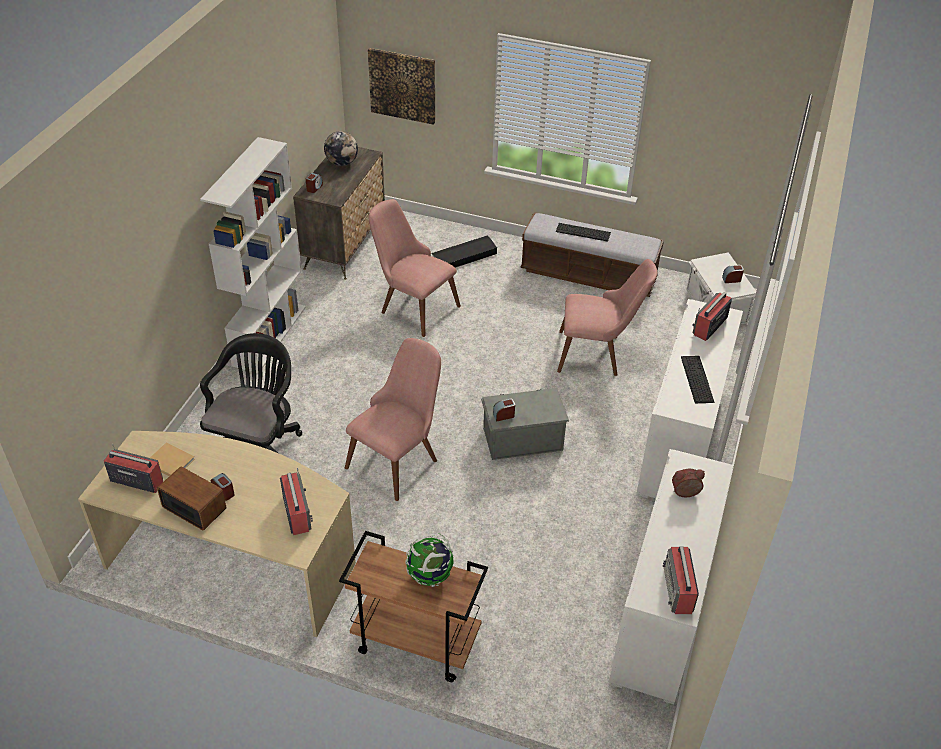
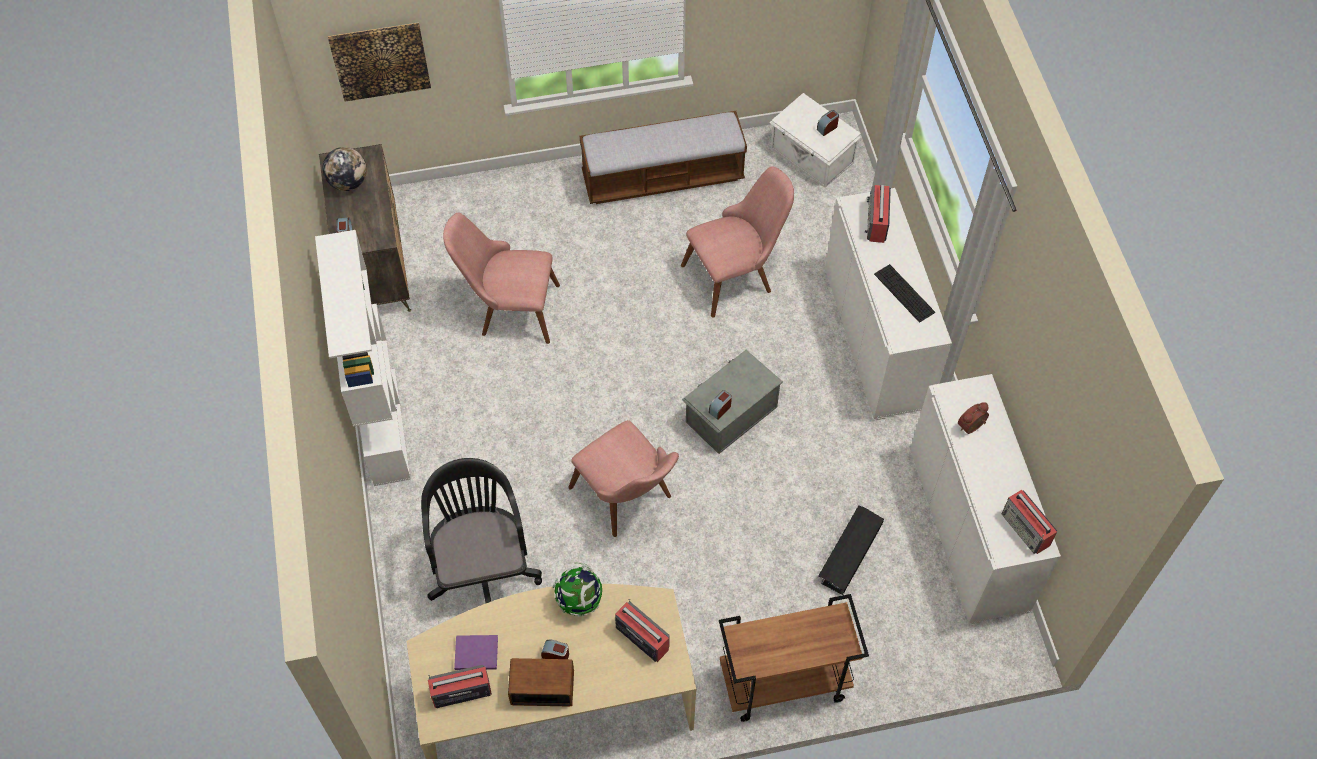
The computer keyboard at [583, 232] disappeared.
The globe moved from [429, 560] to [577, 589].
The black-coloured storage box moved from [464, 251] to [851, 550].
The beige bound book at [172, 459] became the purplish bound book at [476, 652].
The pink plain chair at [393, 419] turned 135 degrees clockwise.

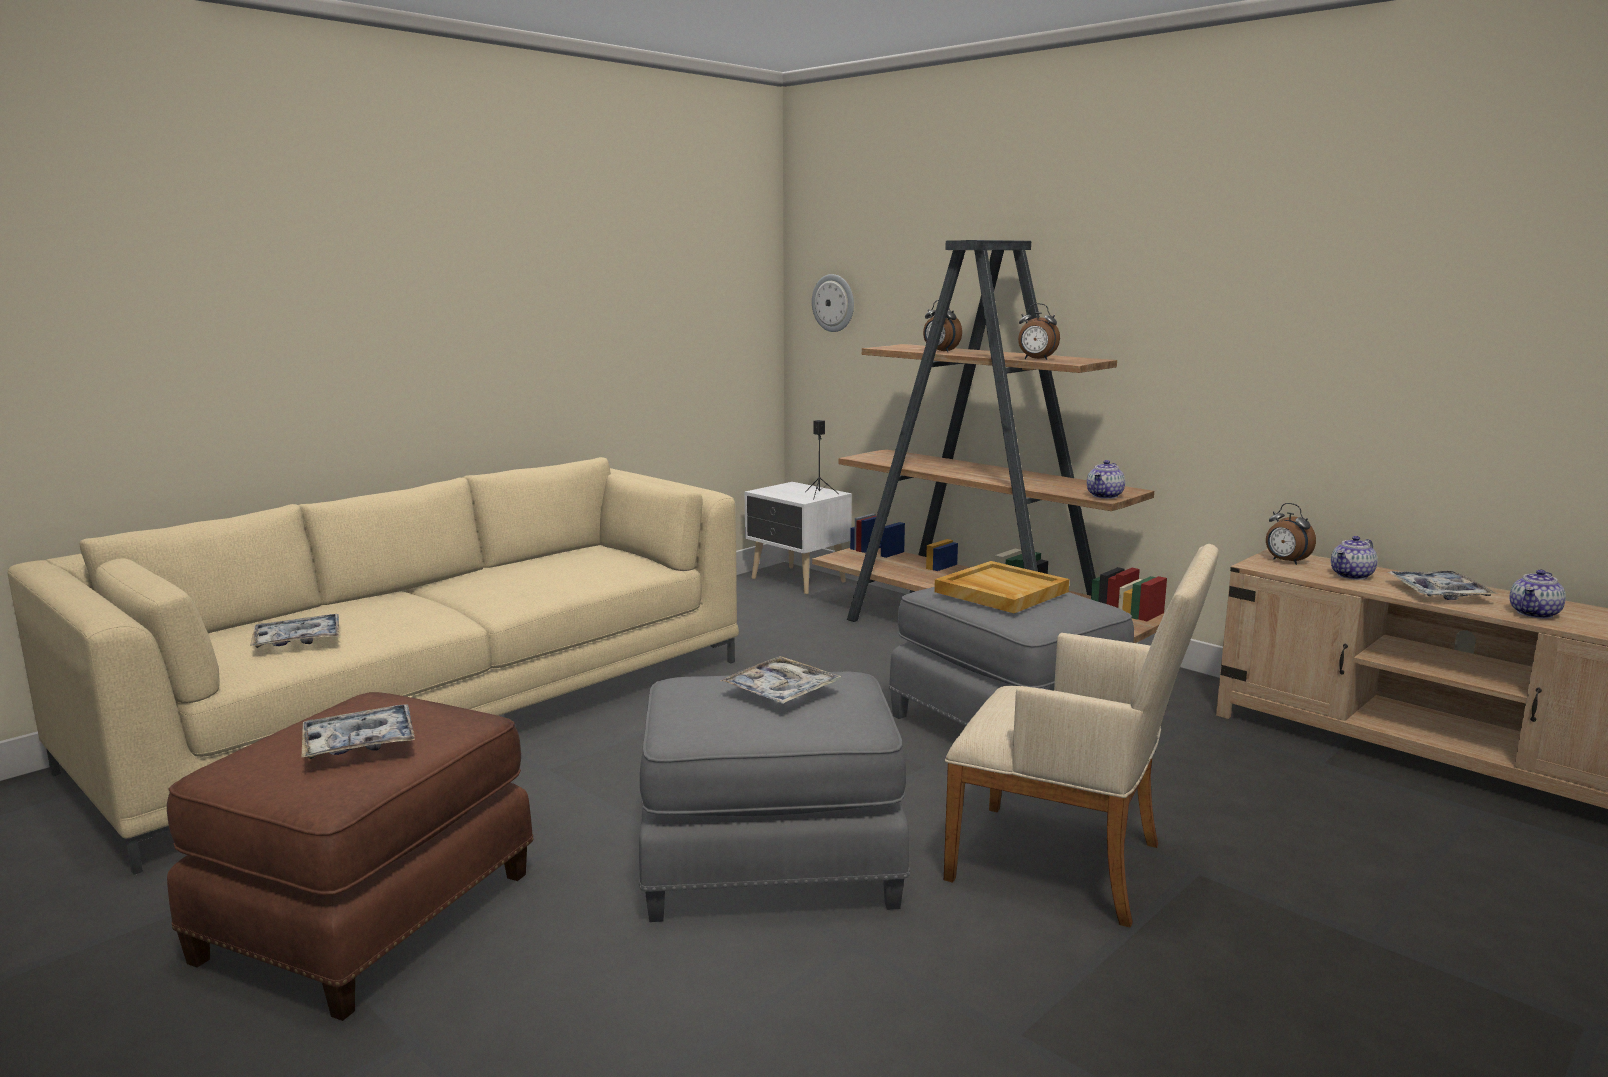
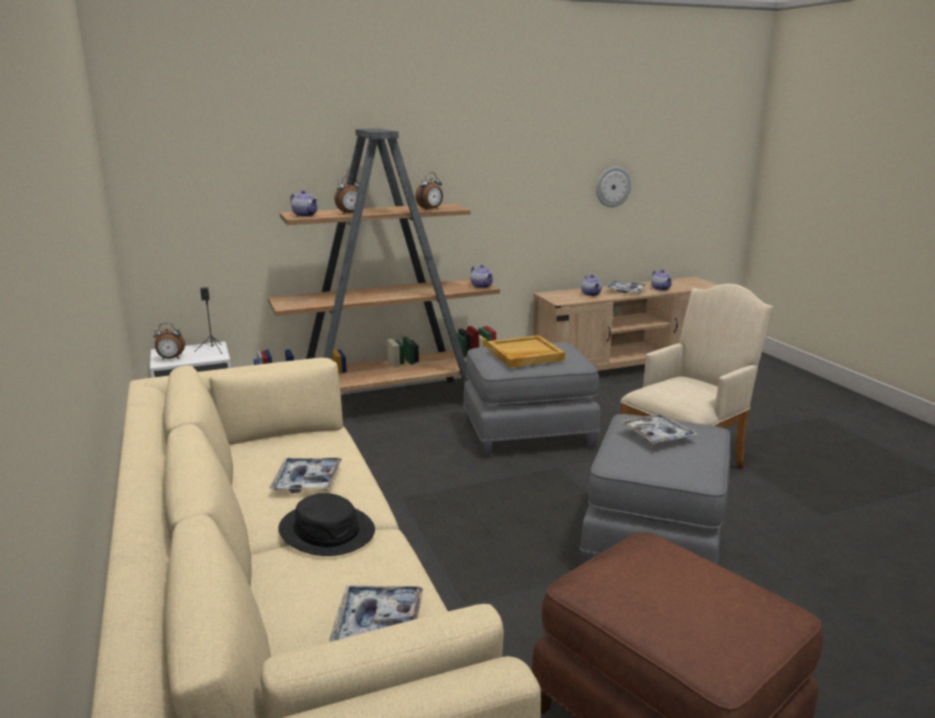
The black-coloured wearable hat at [326, 524] appeared.
The pot for tea at [304, 203] appeared.
The carrying tray moved from [358, 731] to [306, 475].
The clock on the wall moved from [833, 303] to [613, 186].
The alarm clock moved from [1291, 534] to [169, 341].

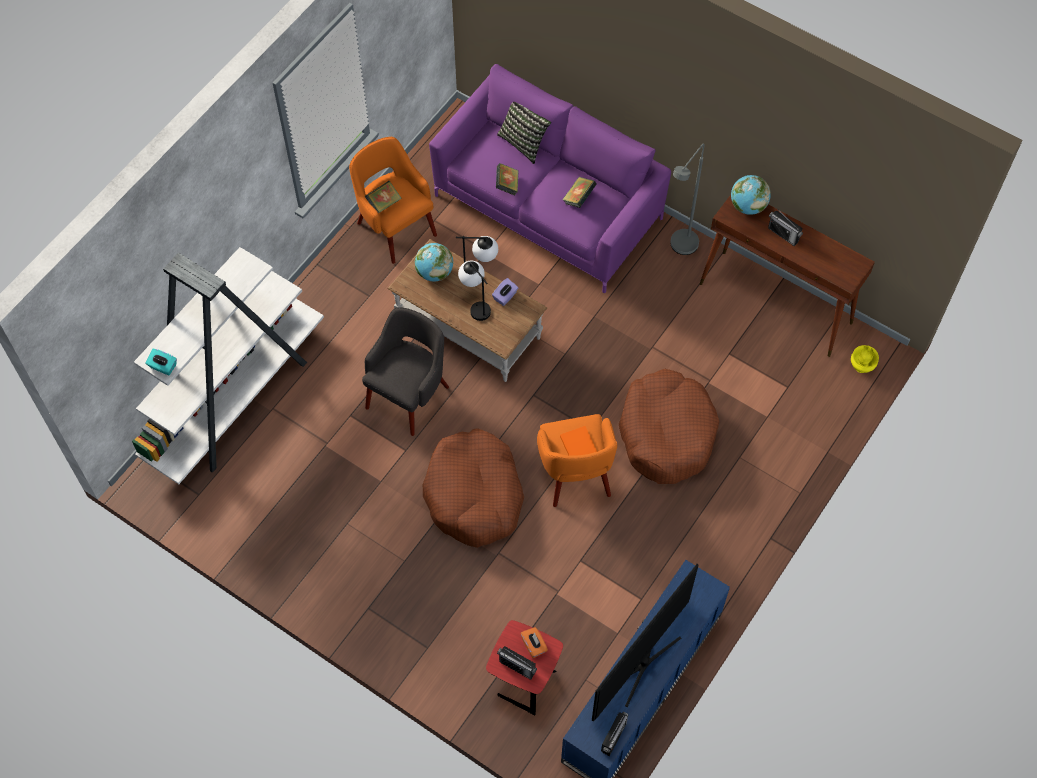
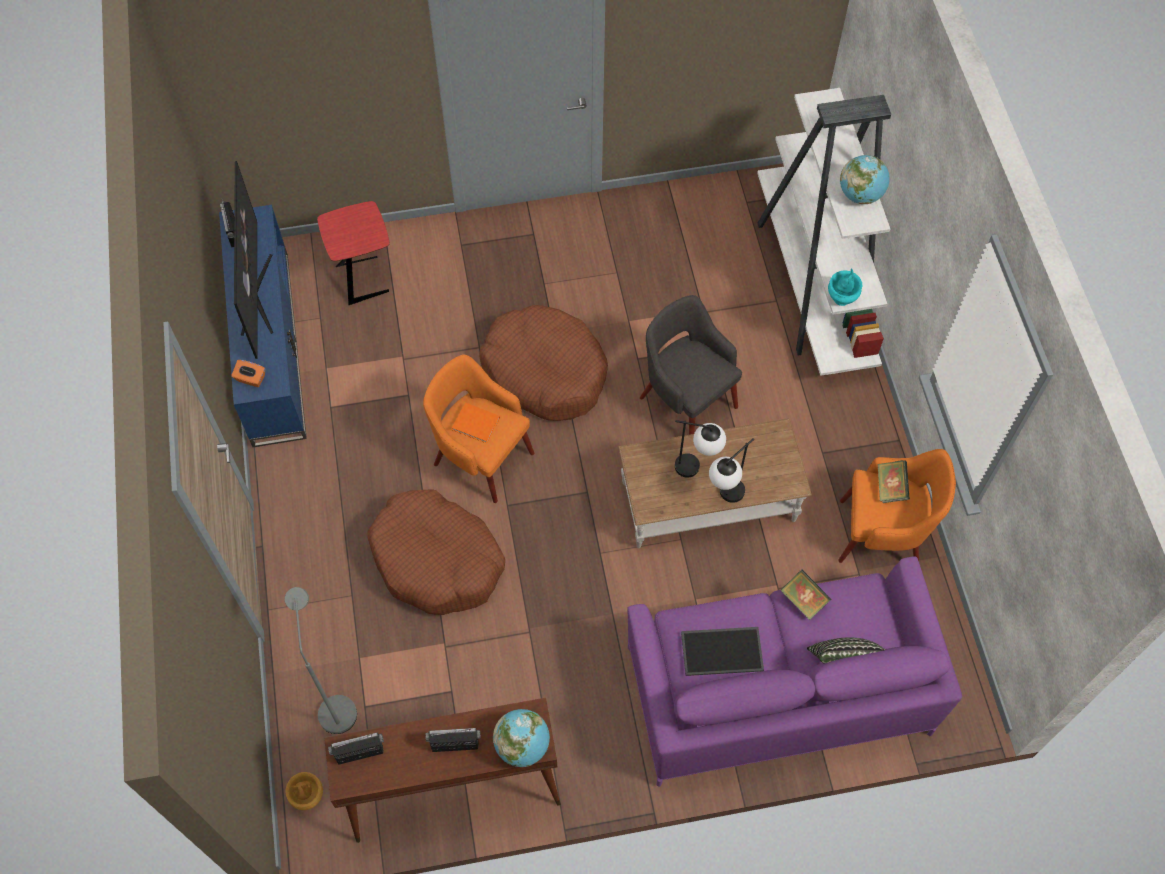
The turquoise-coloured tissue box at [161, 362] disappeared.
The purplish tissue box at [505, 292] disappeared.
The turquoise-coloured decorative vase at [845, 287] appeared.
The globe moved from [434, 262] to [865, 179].
The radio receiver moved from [517, 663] to [356, 748].
The orange tissue box moved from [534, 642] to [248, 373].
The grey floor lamp moved from [687, 199] to [321, 660].
The bound book at [580, 192] was replaced by the carrying tray at [722, 651].
The yellow decorative vase at [865, 359] became the brown decorative vase at [304, 791].
The grey lounge chair at [405, 371] turned 150 degrees clockwise.

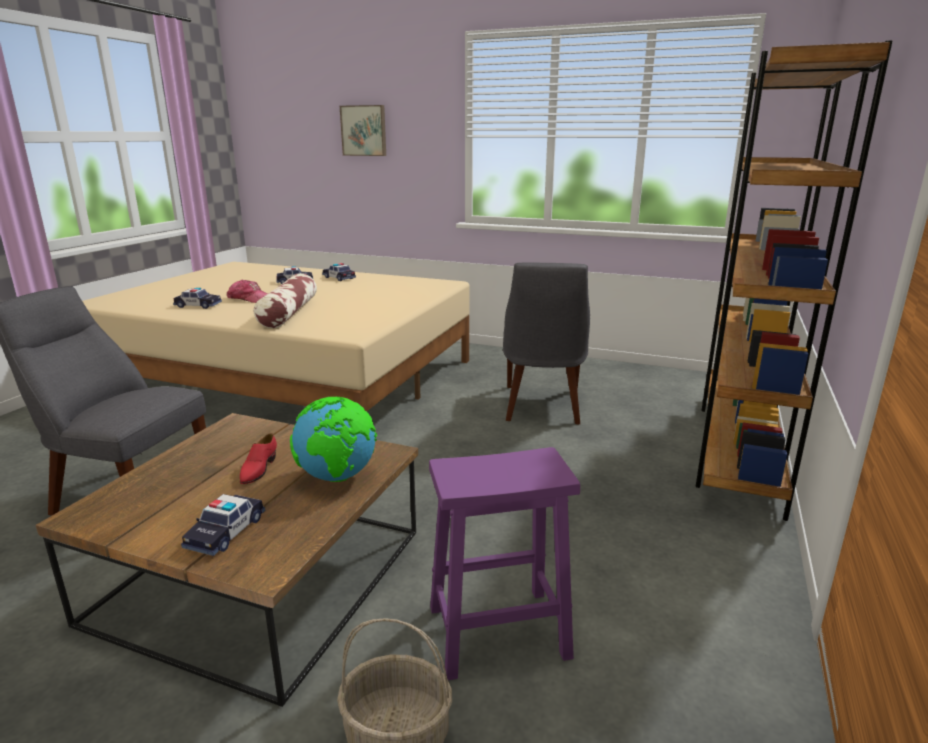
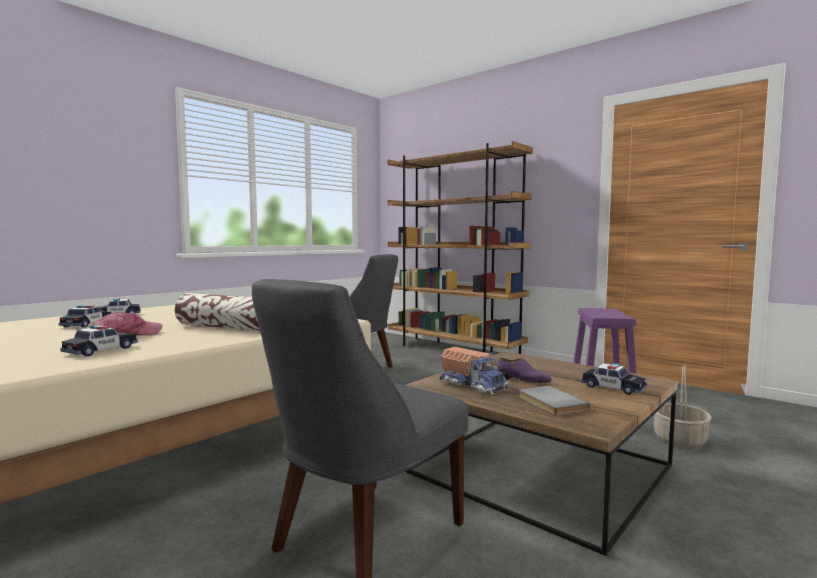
The globe at [333, 439] disappeared.
The wall picture at [363, 130] disappeared.
The toy lorry at [474, 370] appeared.
The grey bound book at [554, 400] appeared.
The red-coloured low shoe at [258, 458] became the purplish low shoe at [524, 370].

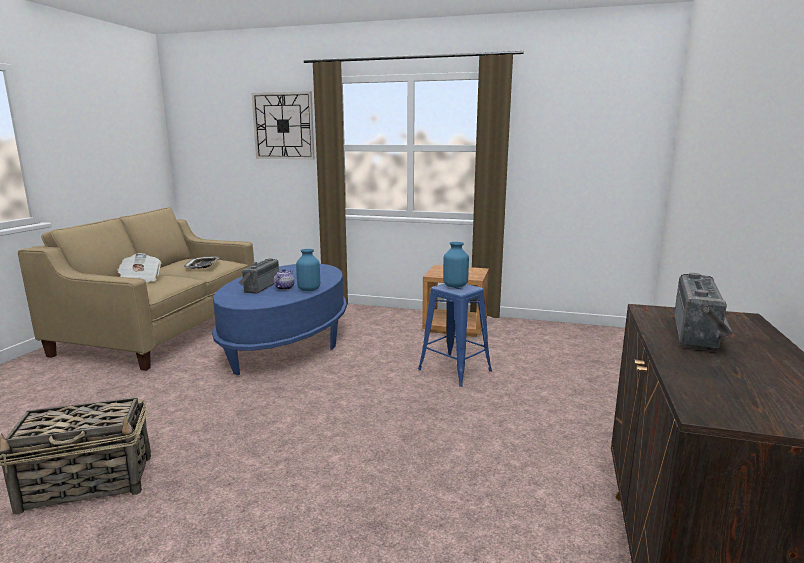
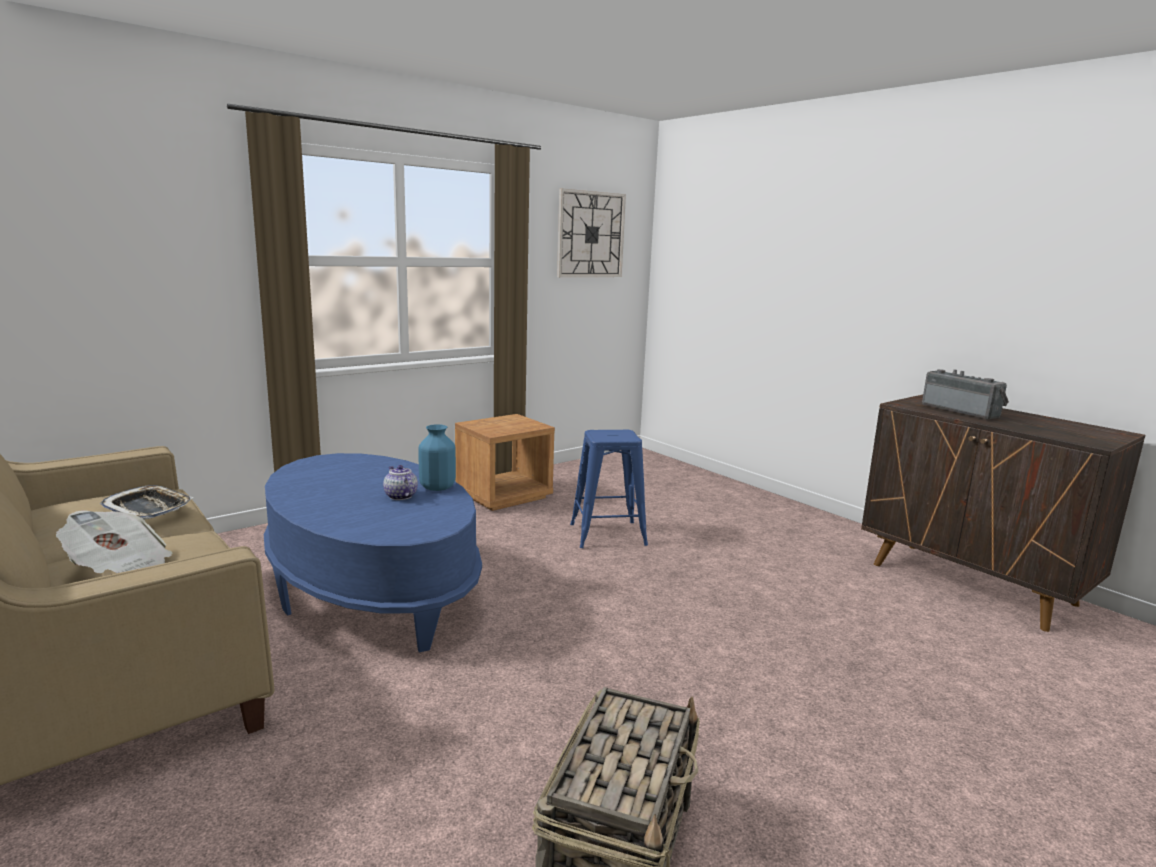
The radio receiver at [259, 276] disappeared.
The blue-coloured decorative vase at [456, 265] disappeared.
The clock on the wall moved from [283, 125] to [591, 232].

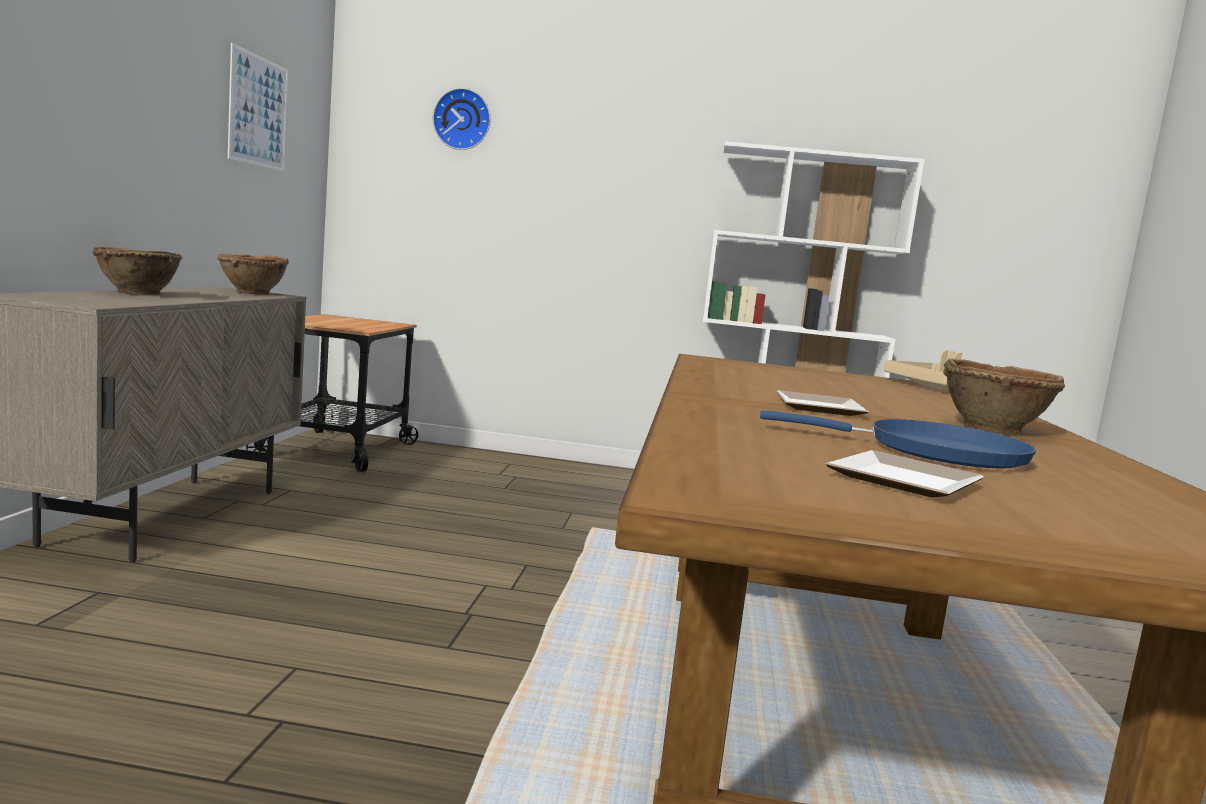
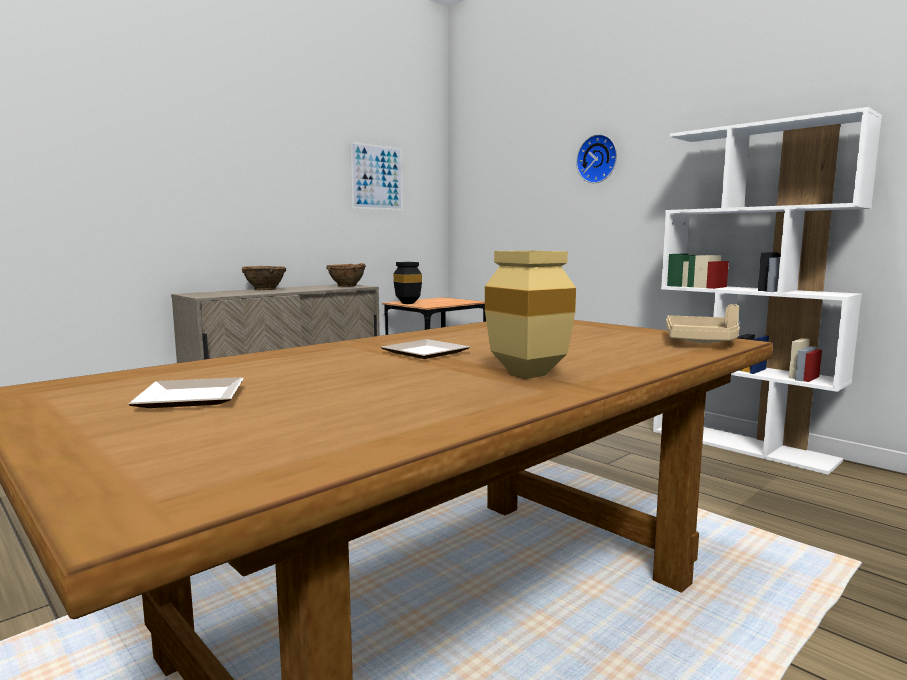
The blue-coloured frying pan at [898, 439] disappeared.
The black-coloured decorative vase at [407, 283] appeared.
The clock on the wall moved from [462, 119] to [596, 158].
The brown deep dish at [1004, 396] was replaced by the beige decorative vase at [530, 315].

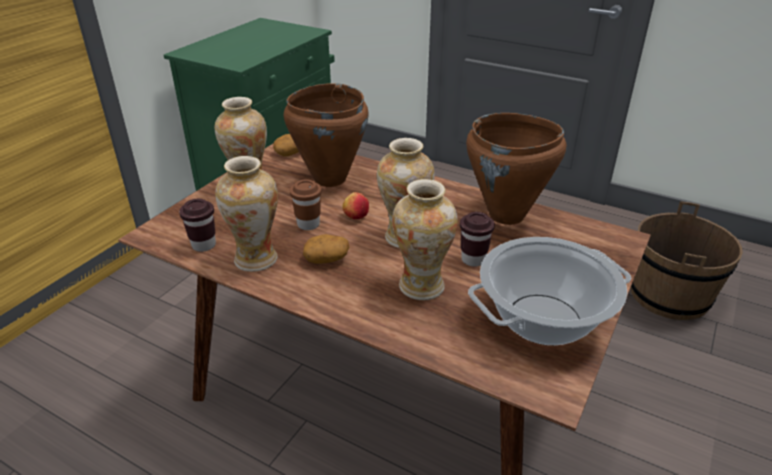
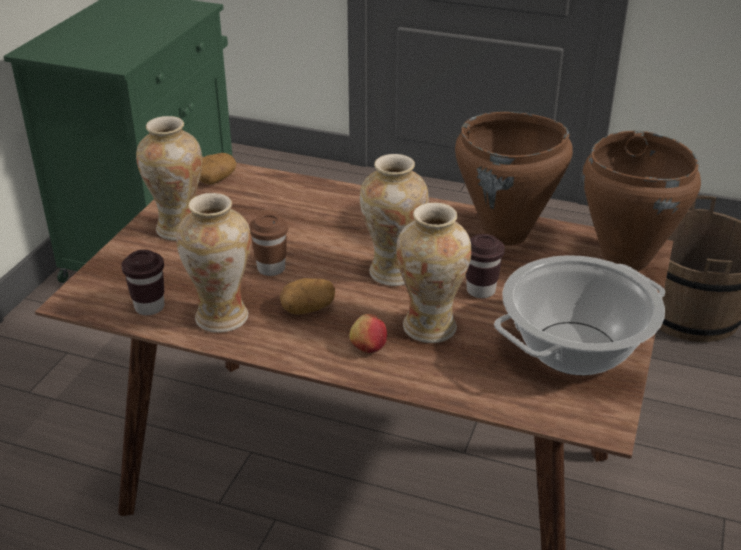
The brown saucepot moved from [326, 135] to [641, 201].
The apple moved from [355, 205] to [368, 333].

